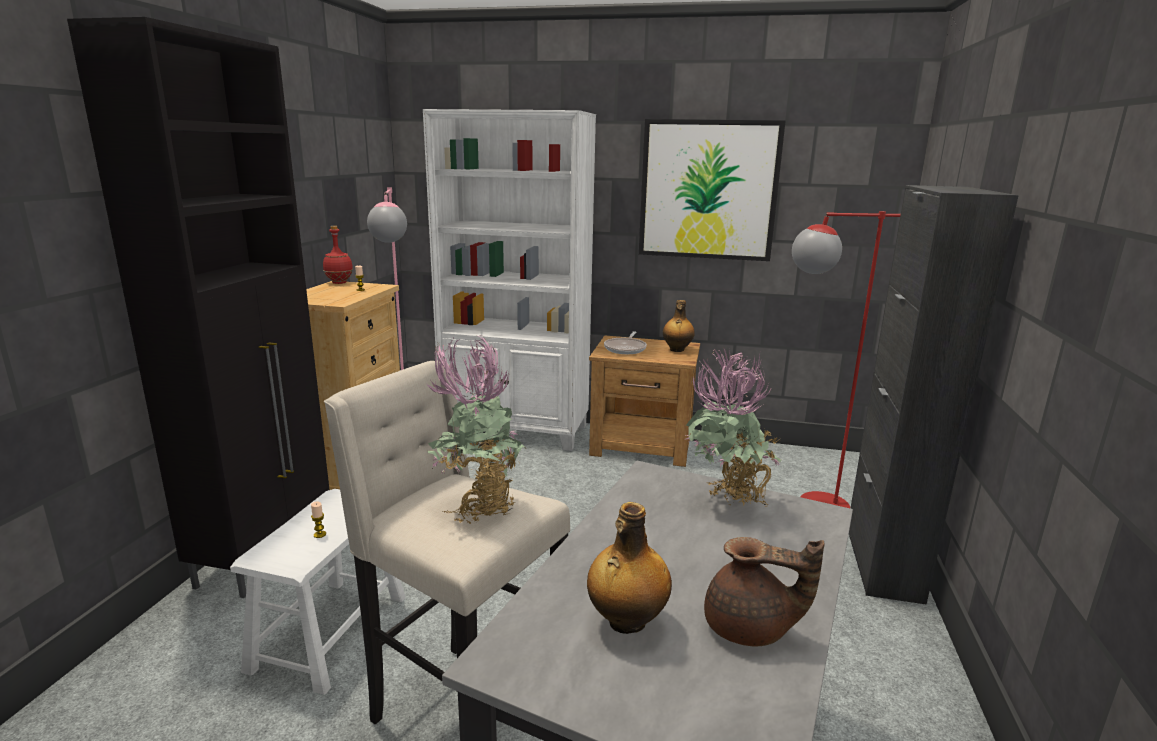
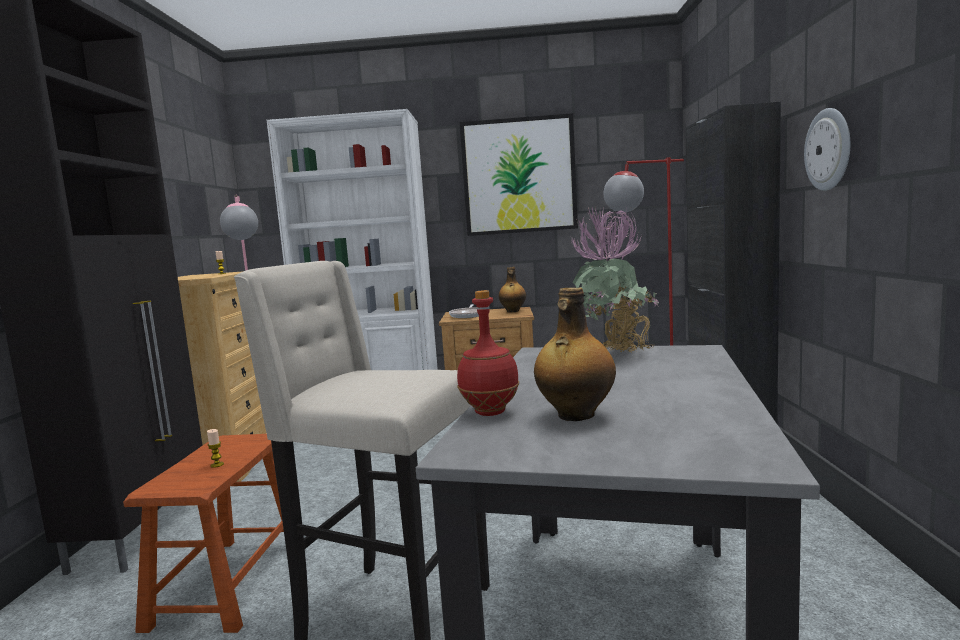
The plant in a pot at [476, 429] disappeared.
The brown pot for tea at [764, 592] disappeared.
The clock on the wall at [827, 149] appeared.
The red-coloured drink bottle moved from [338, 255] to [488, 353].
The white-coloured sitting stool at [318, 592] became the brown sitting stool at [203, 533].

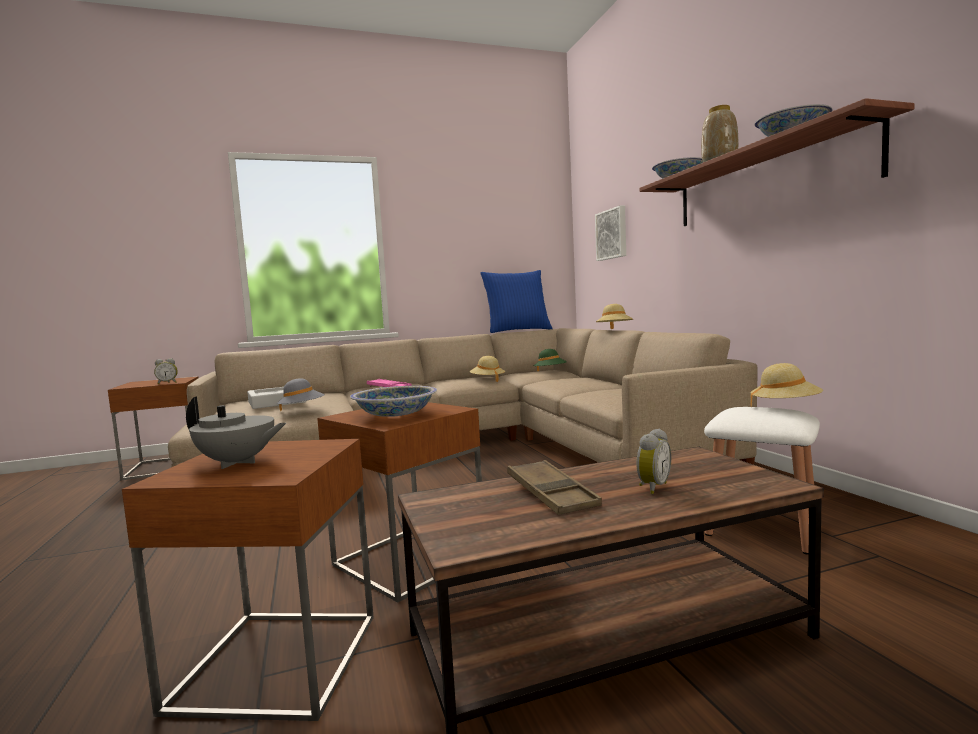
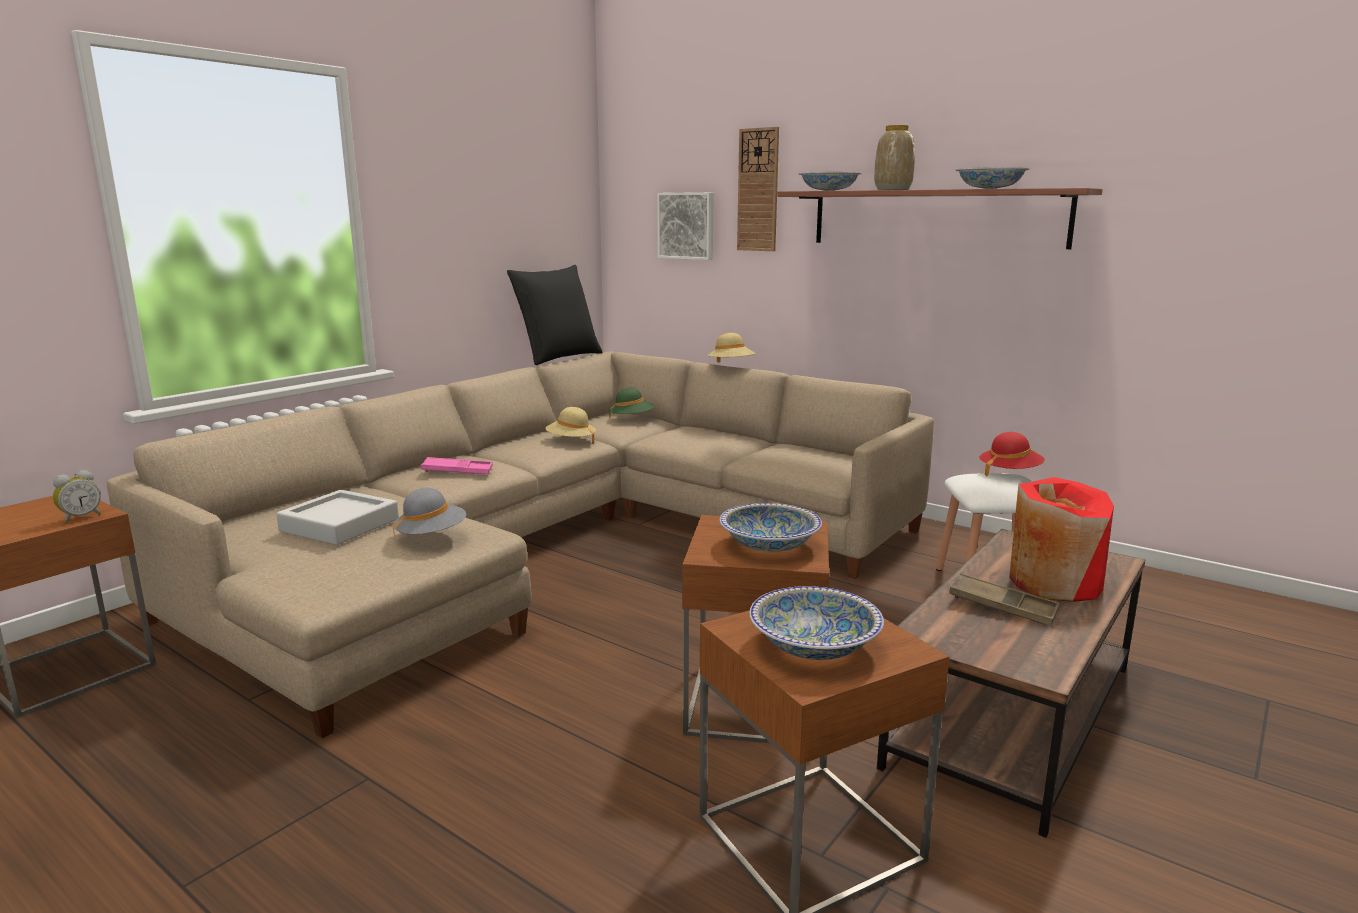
The clock on the wall at [758, 189] appeared.
The grey pot for tea at [236, 433] was replaced by the deep dish at [816, 623].
The alarm clock at [653, 461] was replaced by the red-coloured decorative vase at [1061, 539].
The blue-coloured pillow at [517, 301] became the black-coloured pillow at [555, 315].
The beige wearable hat at [786, 384] became the red-coloured wearable hat at [1012, 454].

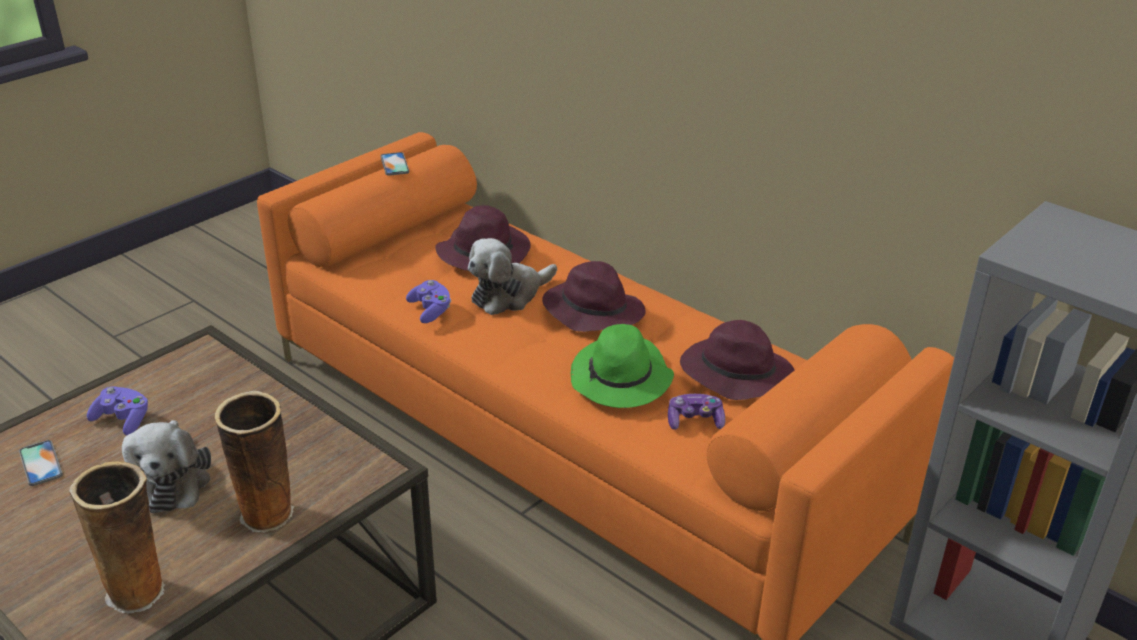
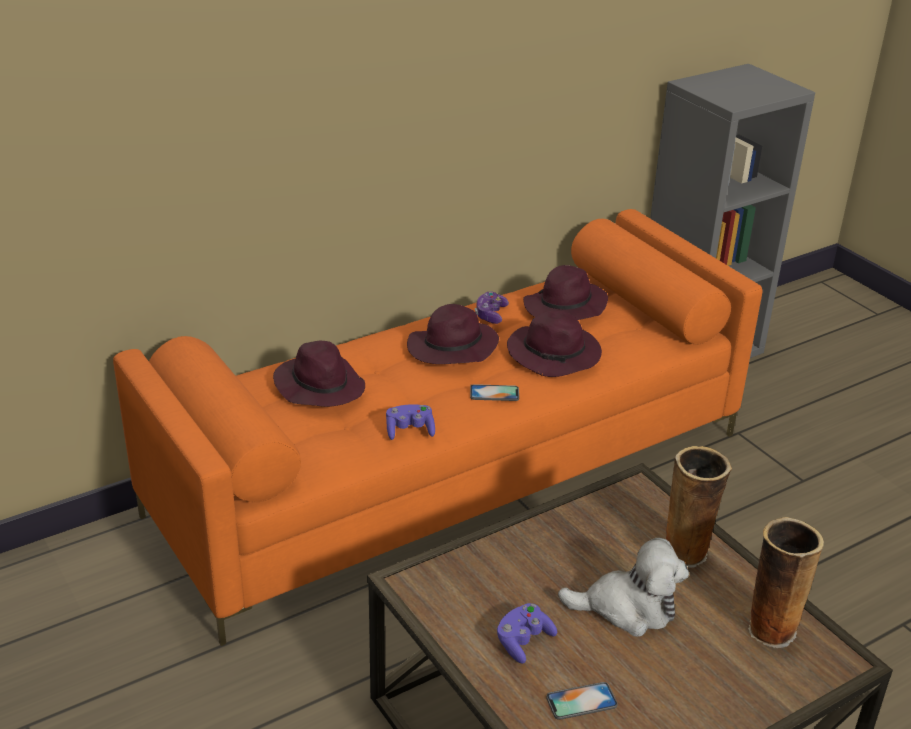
The soft toy at [512, 276] disappeared.
The handset moved from [395, 164] to [494, 392].
The joypad moved from [696, 412] to [492, 307].
The green wearable hat at [622, 366] became the purplish wearable hat at [554, 344].

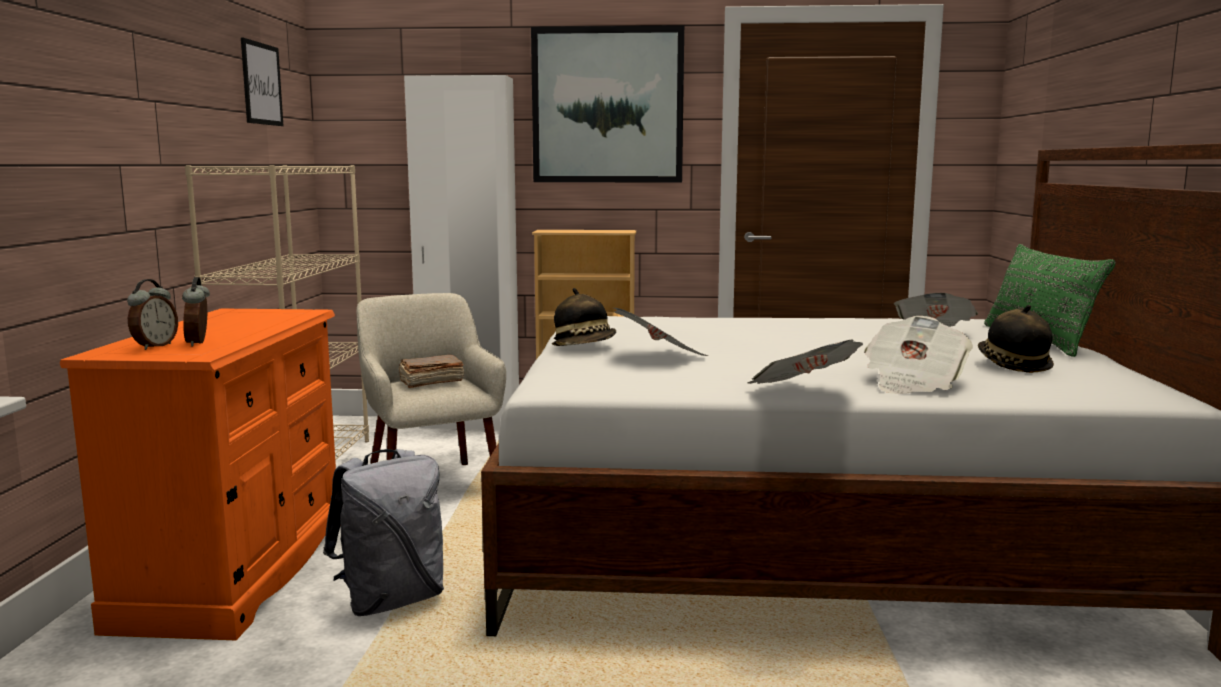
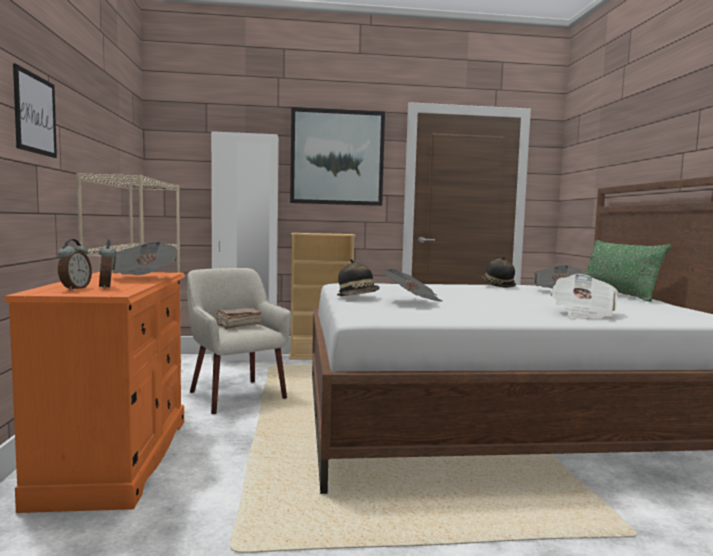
The grey rucksack at [383, 532] disappeared.
The wall picture moved from [262, 82] to [35, 111].
The daily paper moved from [805, 361] to [144, 258].
The wearable hat moved from [1016, 339] to [499, 272].

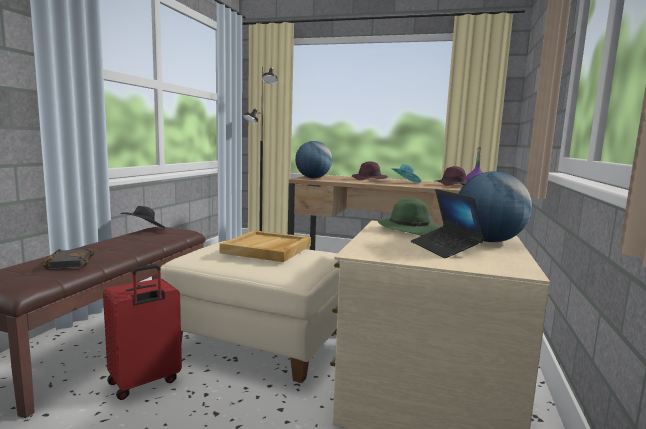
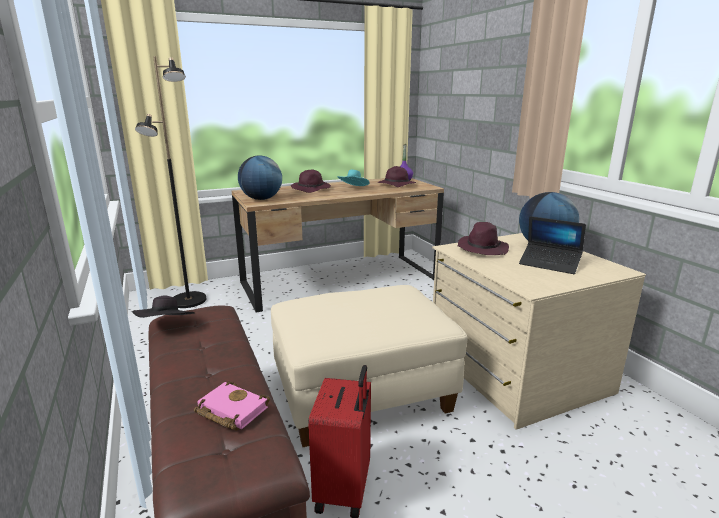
The beige carrying tray at [265, 246] disappeared.
The black-coloured bound book at [68, 259] became the pink bound book at [232, 406].
The green wearable hat at [409, 217] became the purplish wearable hat at [483, 238].

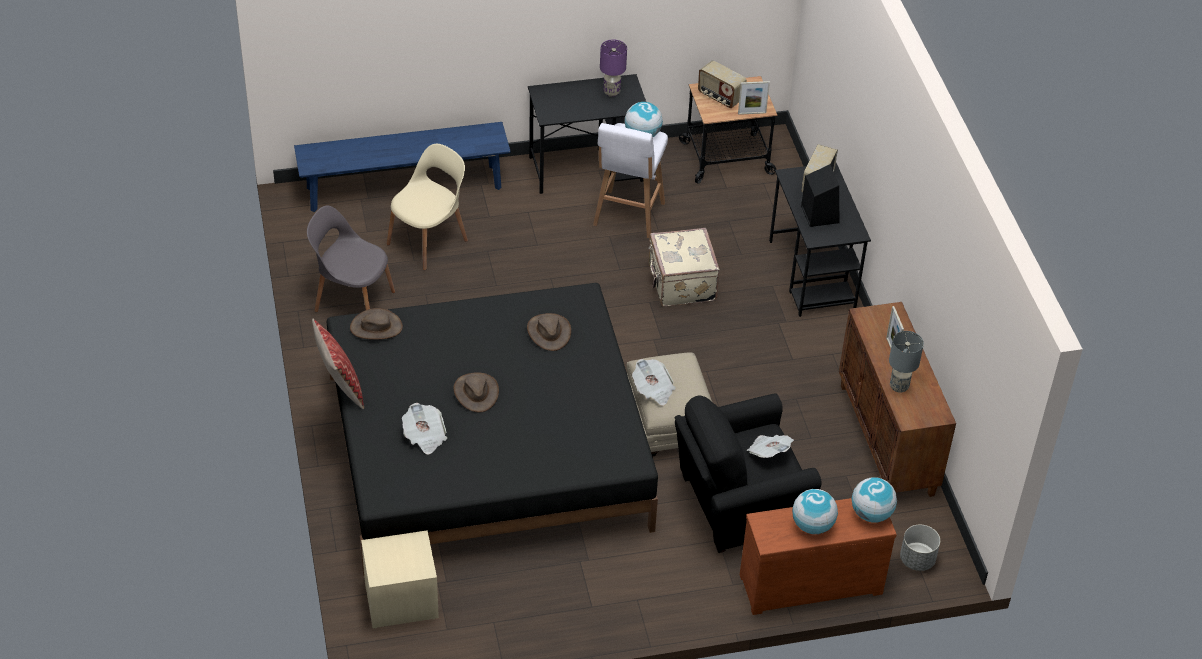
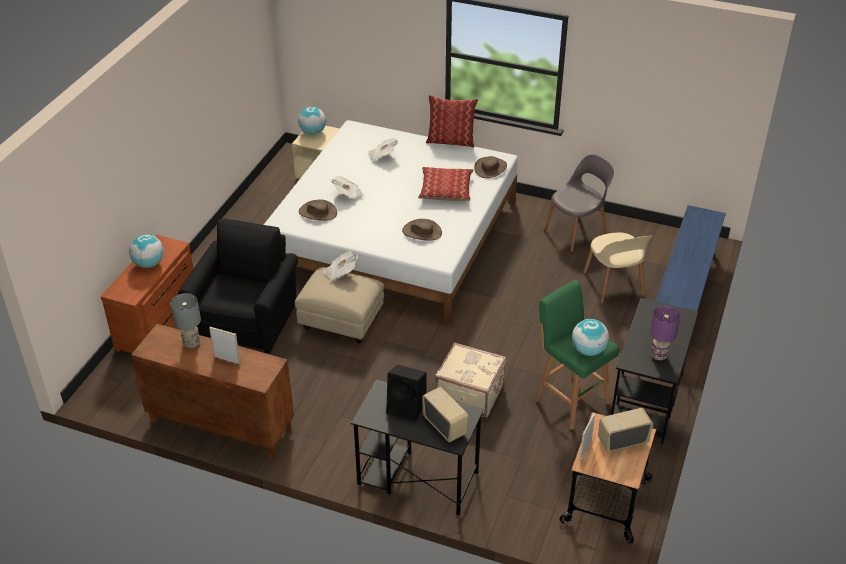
The grey plant pot at [920, 548] disappeared.
The pillow at [445, 184] appeared.
The brown wearable hat moved from [476, 392] to [318, 210].
The daily paper moved from [770, 446] to [347, 187].
The globe moved from [874, 499] to [312, 121].
The black-coloured sleeping bed at [492, 429] became the white-coloured sleeping bed at [391, 222].
The white-coloured sitting stool at [630, 180] became the green sitting stool at [577, 355].

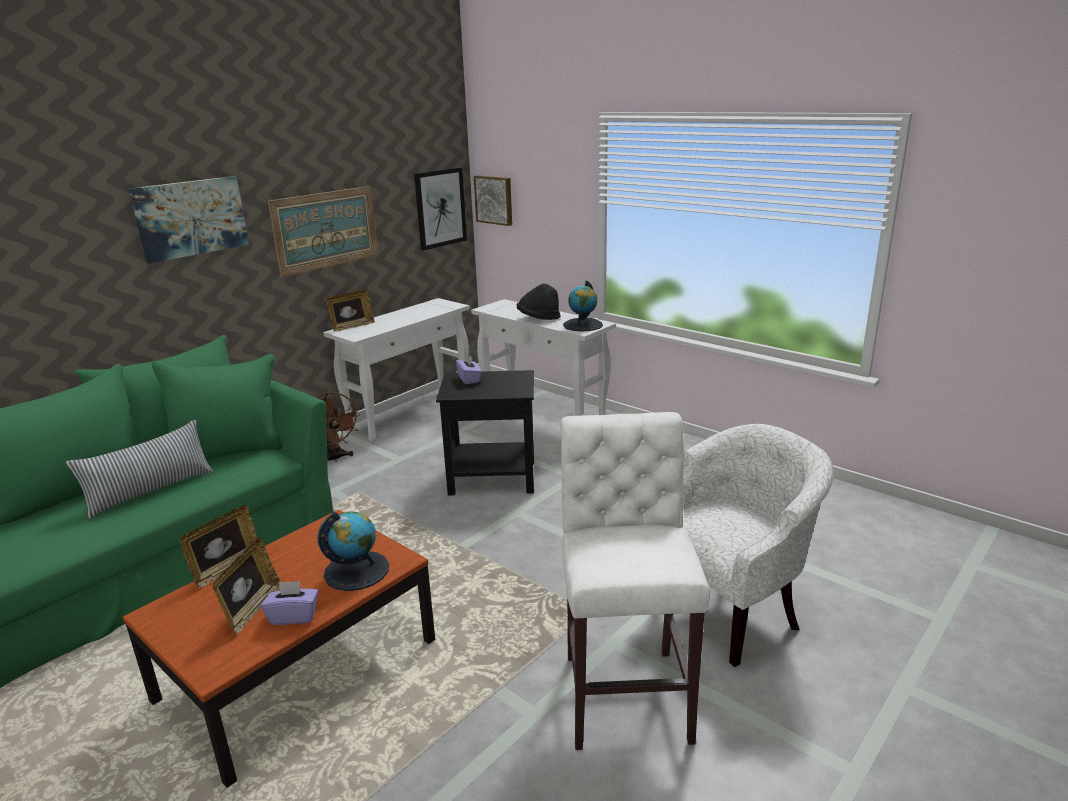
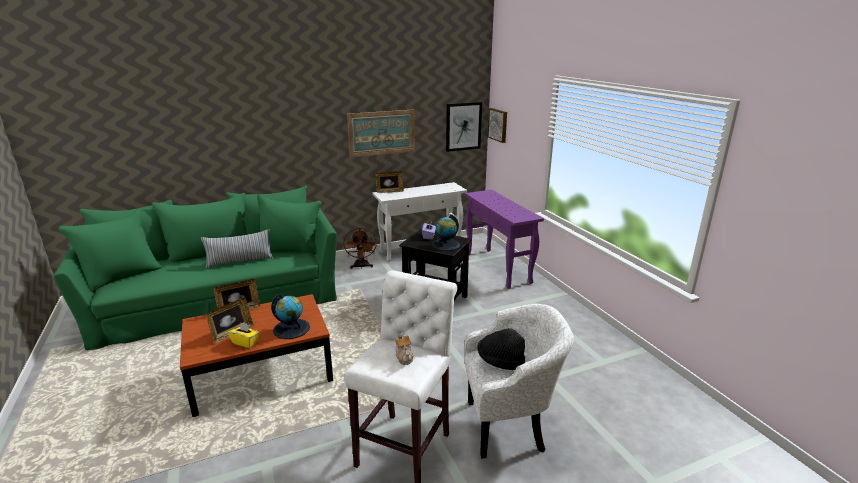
The wall picture at [189, 219] disappeared.
The pot for tea at [404, 349] appeared.
The black-coloured wearable hat moved from [539, 302] to [501, 349].
The globe moved from [583, 306] to [446, 232].
The purplish tissue box at [290, 603] became the yellow tissue box at [244, 335].
The white-coloured narrow table at [543, 357] became the purplish narrow table at [504, 239].

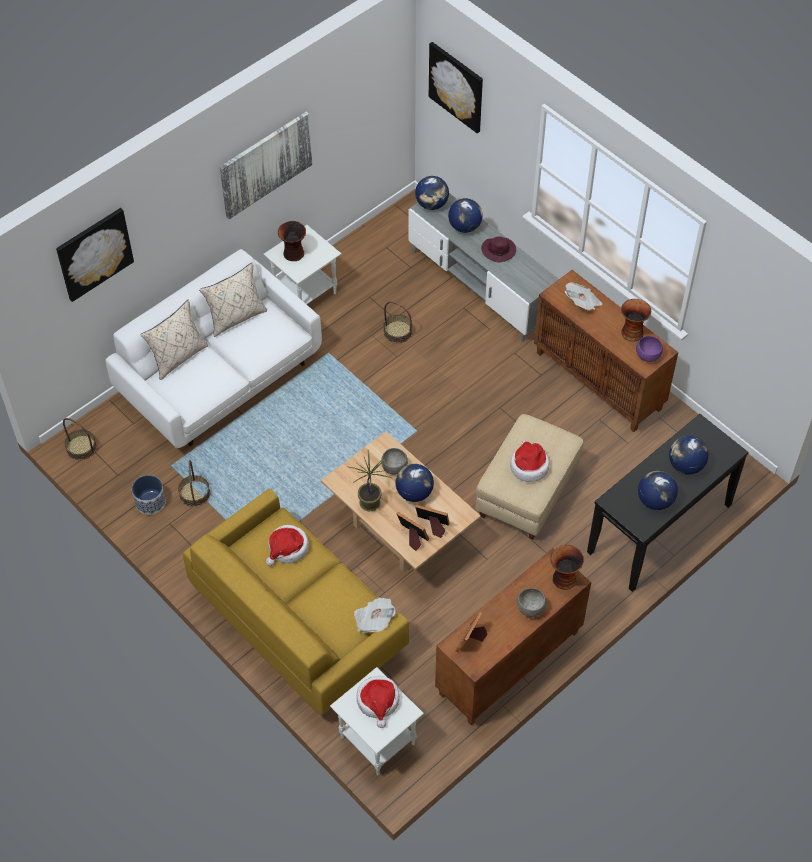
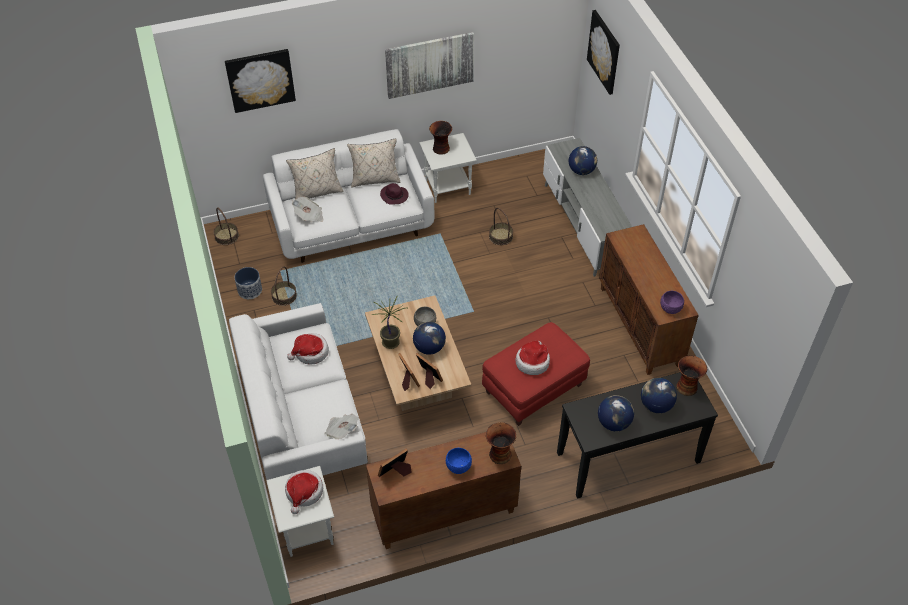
The globe at [432, 193] disappeared.
The purplish wearable hat moved from [498, 249] to [394, 194].
The daily paper moved from [583, 296] to [307, 209].
The decorative vase moved from [636, 320] to [691, 375].
The yellow settee at [296, 601] became the white-coloured settee at [298, 391].
The beige pouffe at [529, 477] became the red-coloured pouffe at [536, 374].
The grey deep dish at [532, 602] became the blue-coloured deep dish at [459, 461].

